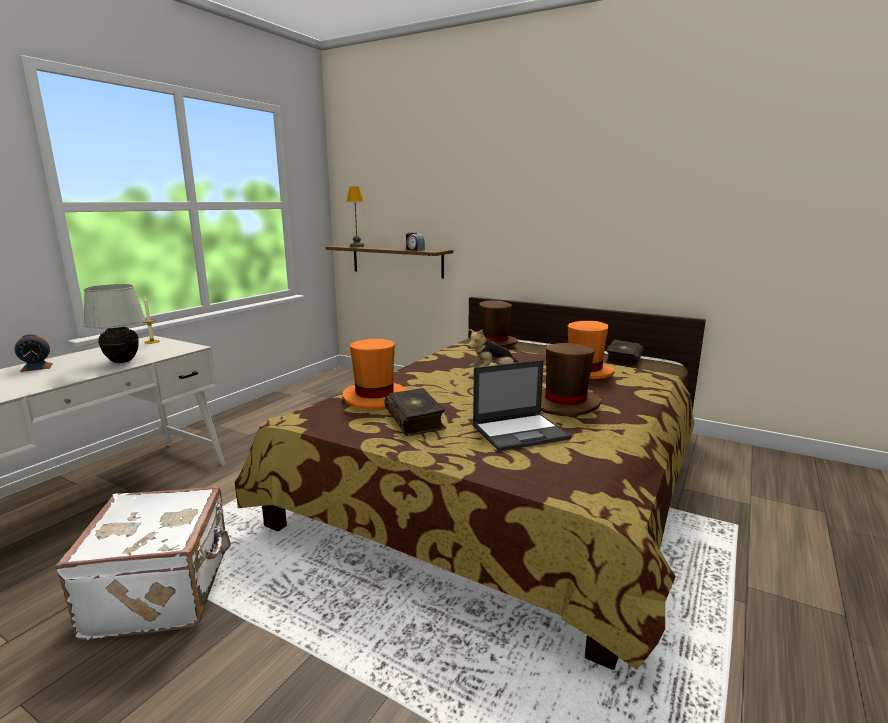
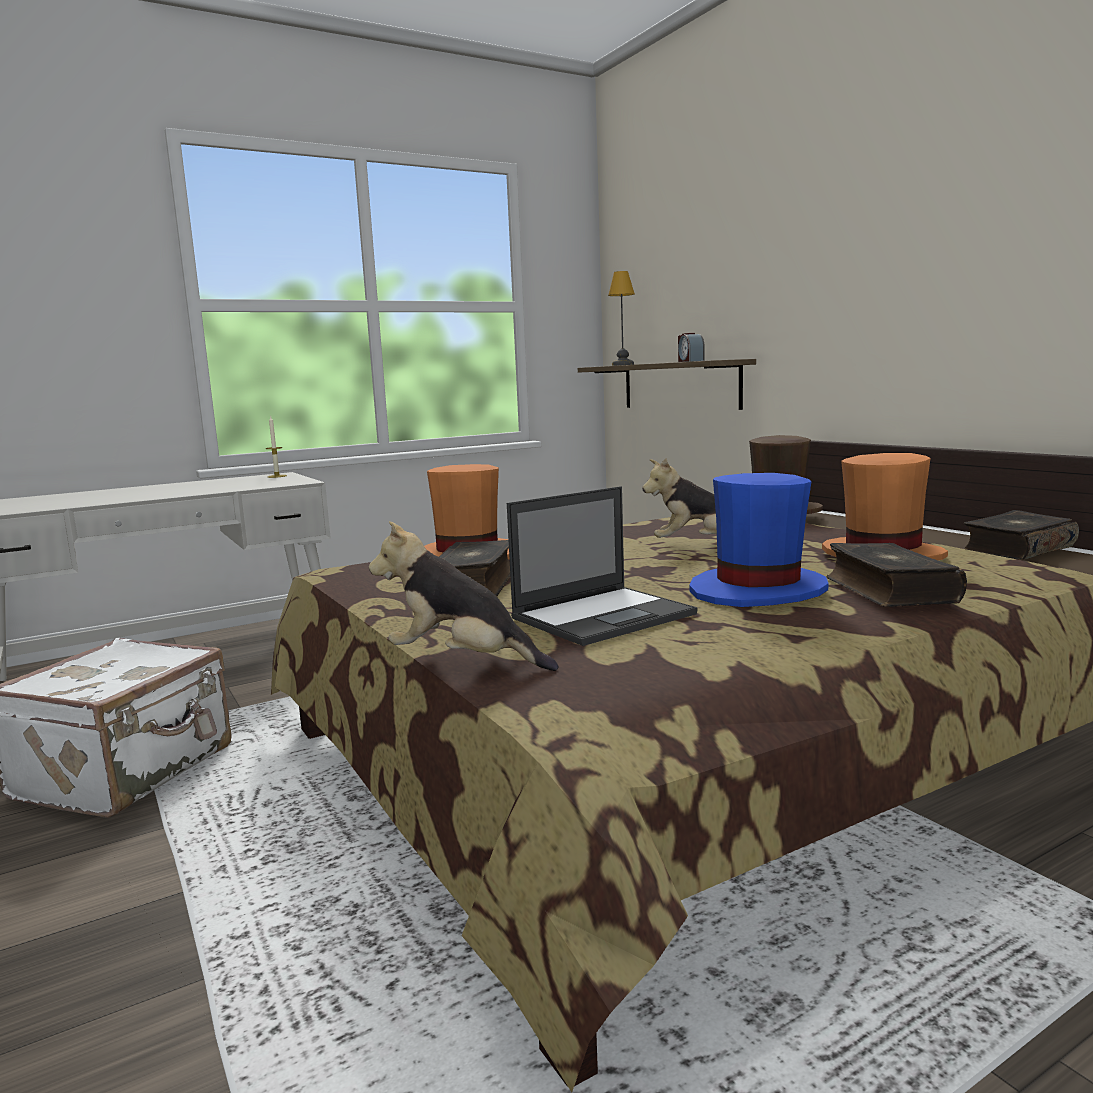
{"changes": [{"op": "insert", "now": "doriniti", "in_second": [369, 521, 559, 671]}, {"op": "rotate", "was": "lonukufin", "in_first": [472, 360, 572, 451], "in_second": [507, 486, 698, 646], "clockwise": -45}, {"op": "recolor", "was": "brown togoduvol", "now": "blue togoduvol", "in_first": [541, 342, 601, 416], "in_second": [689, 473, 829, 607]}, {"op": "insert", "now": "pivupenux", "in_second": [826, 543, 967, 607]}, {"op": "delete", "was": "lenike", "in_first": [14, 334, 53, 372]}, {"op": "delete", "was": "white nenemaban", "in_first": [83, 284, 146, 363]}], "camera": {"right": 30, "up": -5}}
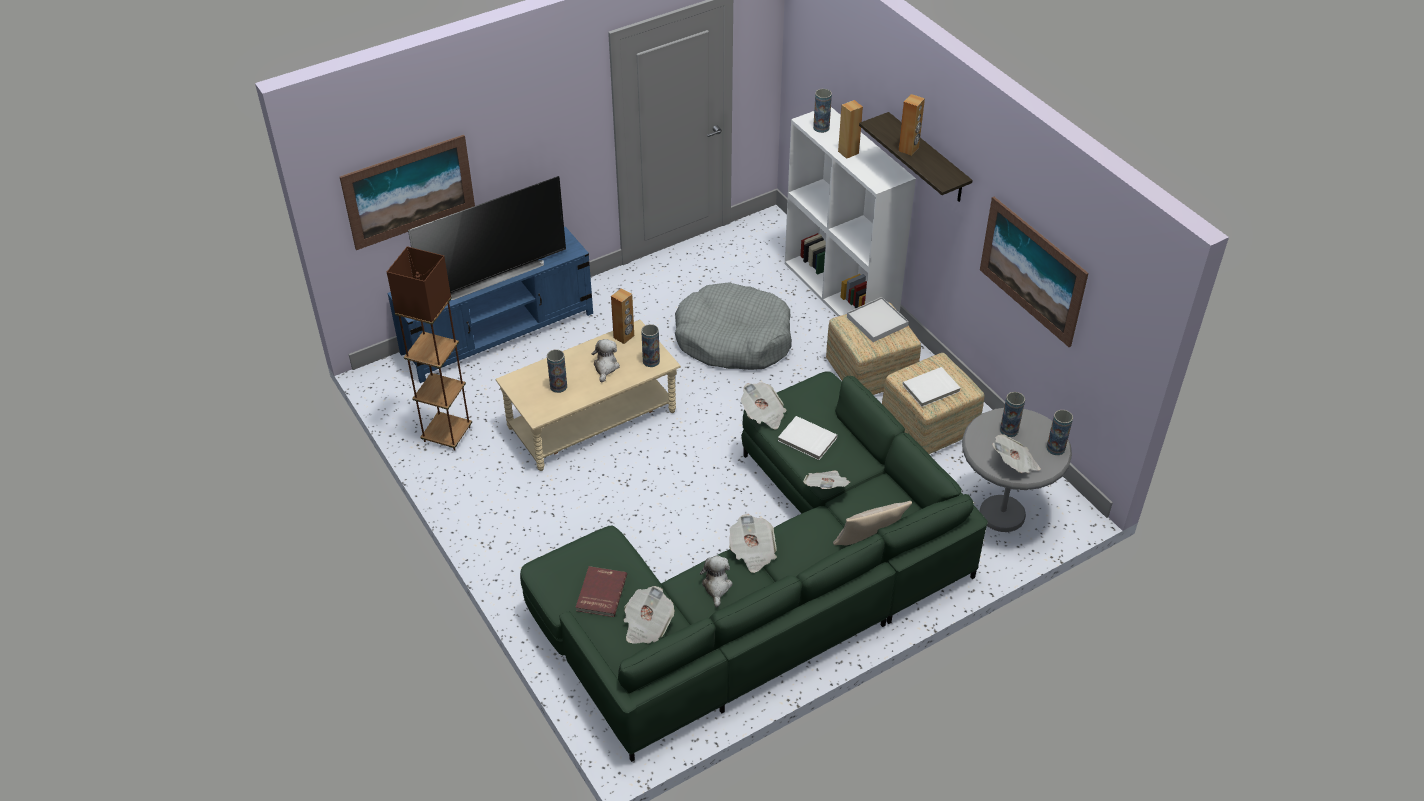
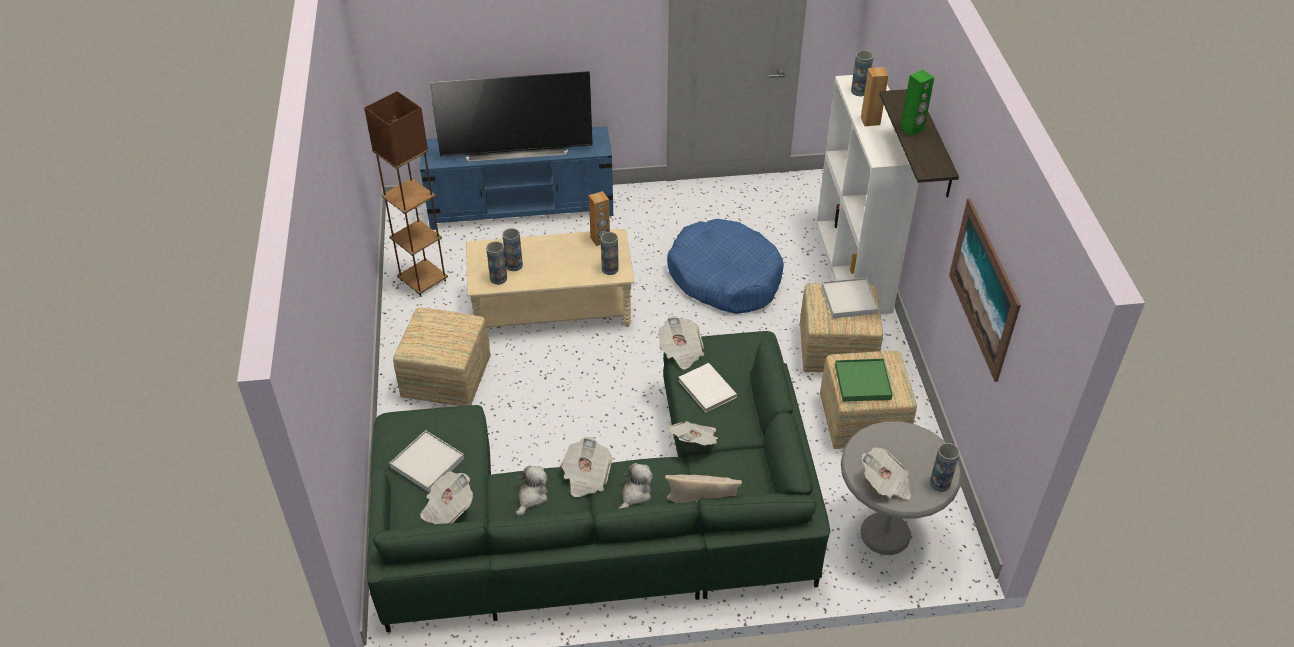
{"changes": [{"op": "replace", "was": "red pivupenux", "now": "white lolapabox", "in_first": [576, 566, 627, 617], "in_second": [390, 430, 464, 492]}, {"op": "insert", "now": "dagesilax", "in_second": [393, 308, 491, 406]}, {"op": "move", "was": "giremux", "in_first": [1000, 392, 1025, 437], "in_second": [486, 241, 507, 285]}, {"op": "move", "was": "doriniti", "in_first": [591, 339, 620, 382], "in_second": [618, 463, 653, 509]}, {"op": "recolor", "was": "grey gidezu", "now": "blue gidezu", "in_first": [675, 282, 792, 370], "in_second": [667, 219, 784, 314]}, {"op": "replace", "was": "white pivupenux", "now": "green lolapabox", "in_first": [903, 367, 961, 407], "in_second": [835, 359, 893, 402]}, {"op": "recolor", "was": "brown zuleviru", "now": "green zuleviru", "in_first": [898, 94, 925, 156], "in_second": [900, 70, 934, 136]}, {"op": "delete", "was": "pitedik", "in_first": [340, 135, 475, 250]}], "camera": {"right": 25, "up": 0}}
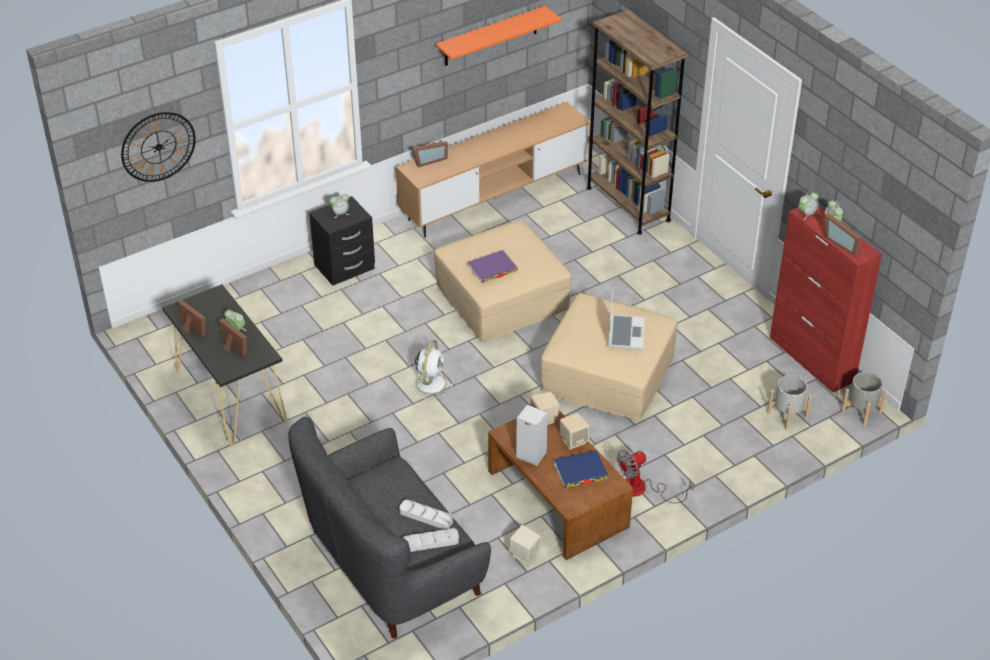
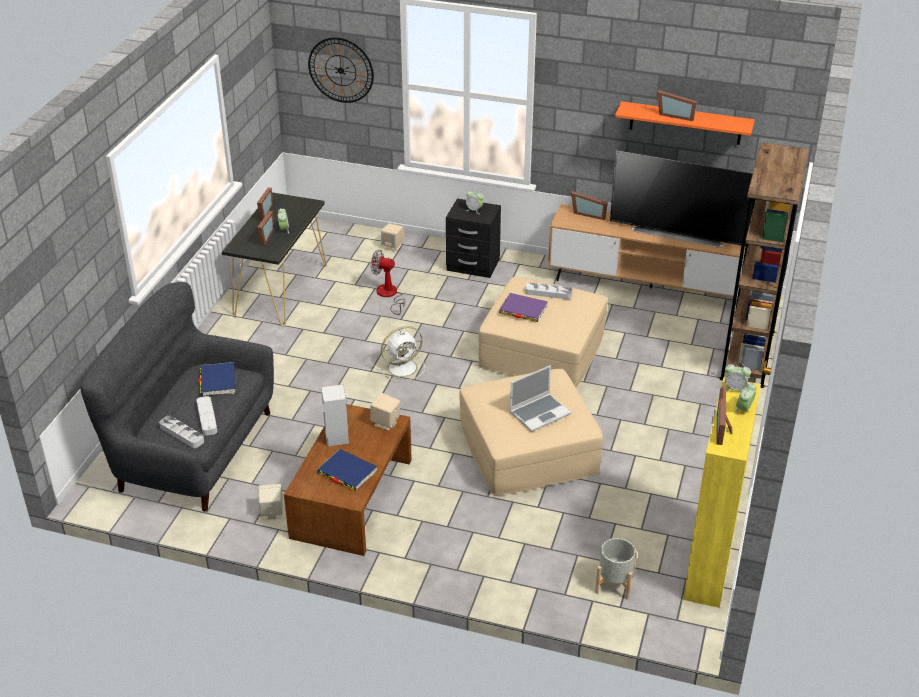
{"changes": [{"op": "insert", "now": "blue pivupenux", "in_second": [199, 362, 235, 396]}, {"op": "move", "was": "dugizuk", "in_first": [617, 450, 694, 503], "in_second": [371, 250, 405, 315]}, {"op": "move", "was": "beige zuleviru", "in_first": [560, 413, 589, 450], "in_second": [381, 223, 403, 251]}, {"op": "insert", "now": "grey lolapabox", "in_second": [525, 282, 572, 299]}, {"op": "insert", "now": "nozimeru", "in_second": [610, 150, 753, 248]}, {"op": "insert", "now": "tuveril", "in_second": [657, 90, 697, 121]}, {"op": "recolor", "was": "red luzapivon", "now": "yellow luzapivon", "in_first": [770, 205, 882, 393], "in_second": [683, 377, 761, 608]}, {"op": "delete", "was": "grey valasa", "in_first": [841, 372, 887, 427]}], "camera": {"right": 50, "up": -5}}
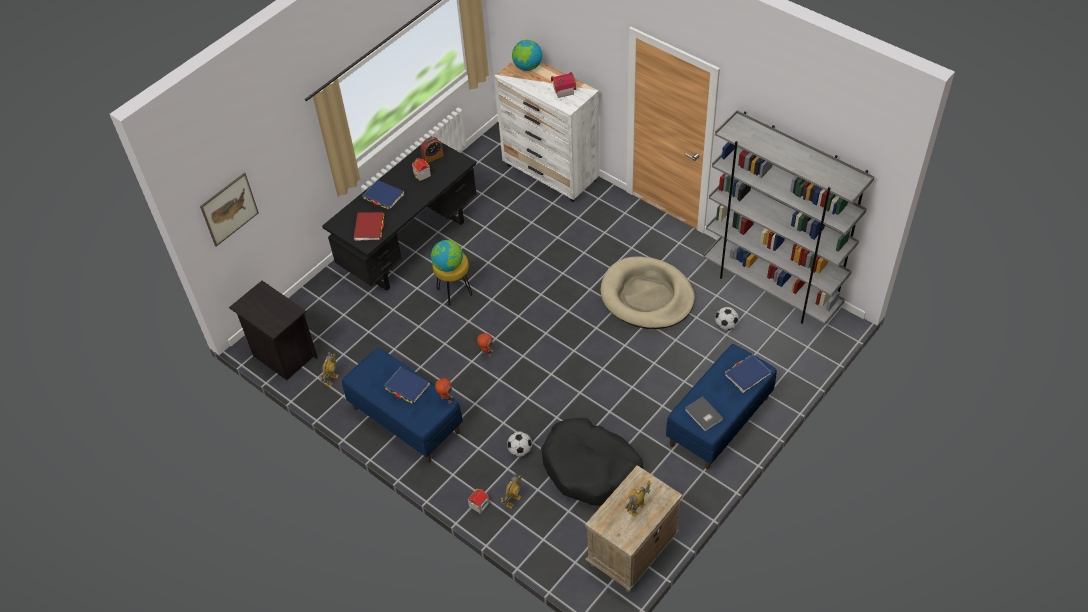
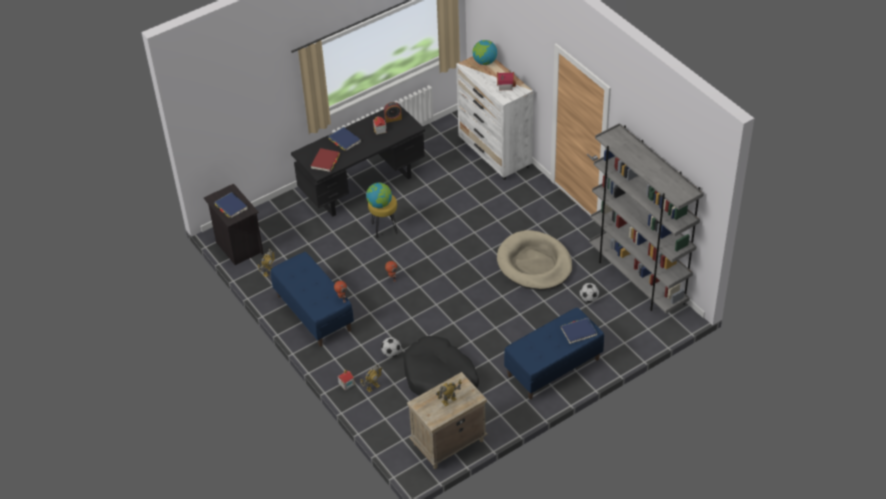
{"changes": [{"op": "move", "was": "blue pivupenux", "in_first": [384, 367, 430, 404], "in_second": [214, 192, 248, 218]}, {"op": "delete", "was": "pitedik", "in_first": [200, 173, 259, 247]}, {"op": "delete", "was": "grey pivupenux", "in_first": [685, 397, 724, 431]}], "camera": {"right": 15, "up": -5}}
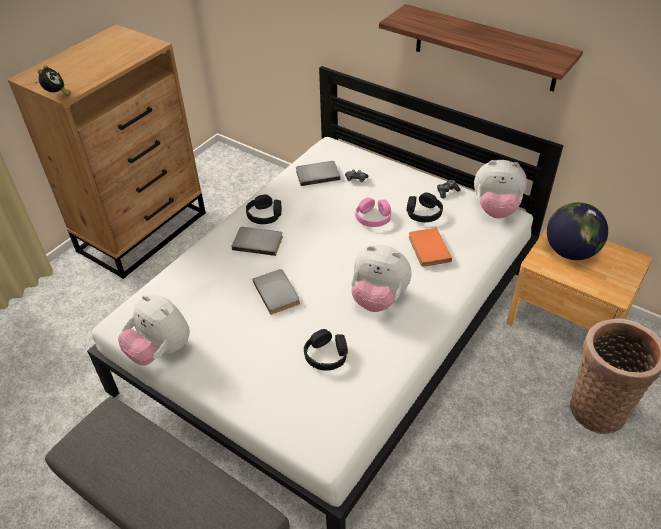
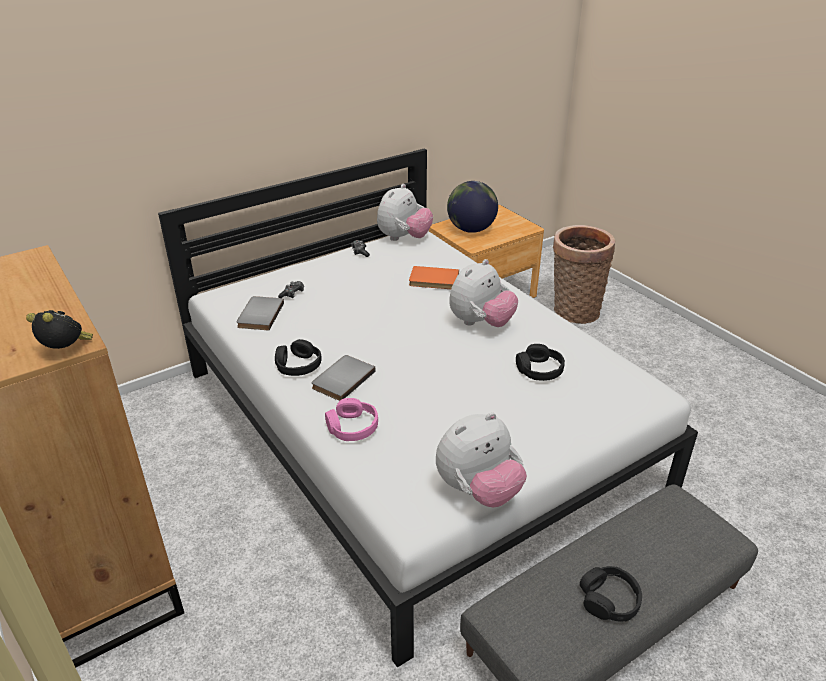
{"changes": [{"op": "move", "was": "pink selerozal", "in_first": [355, 197, 391, 227], "in_second": [325, 398, 378, 441]}, {"op": "move", "was": "black selerozal", "in_first": [407, 193, 443, 222], "in_second": [580, 566, 642, 621]}, {"op": "delete", "was": "grey pivupenux", "in_first": [253, 269, 300, 315]}, {"op": "delete", "was": "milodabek", "in_first": [379, 4, 583, 91]}], "camera": {"right": -70, "up": -10}}
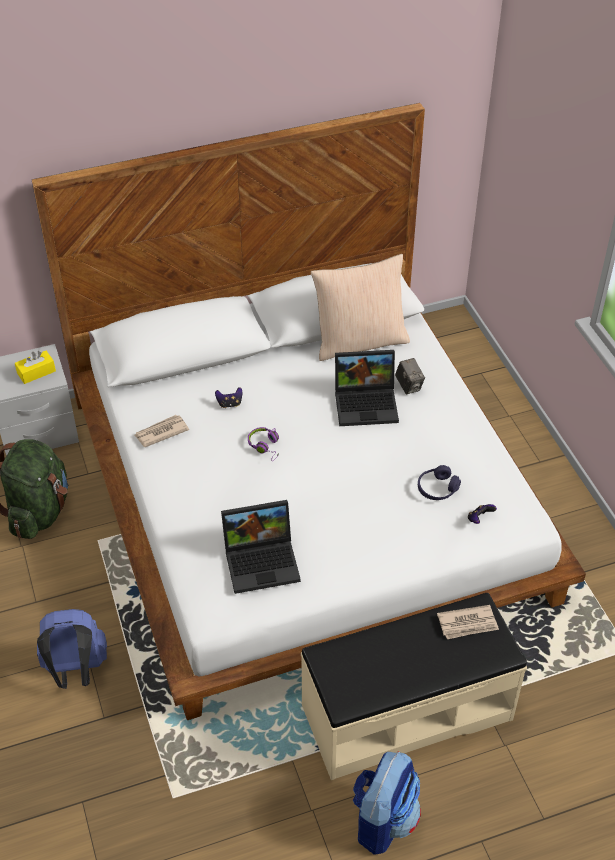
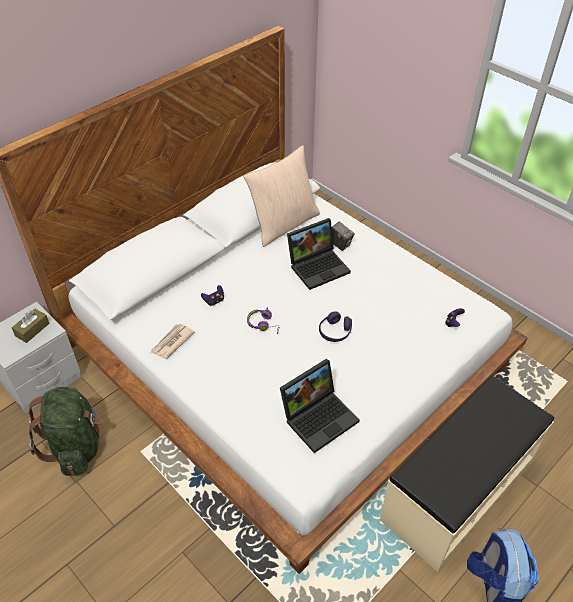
{"changes": [{"op": "recolor", "was": "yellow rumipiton", "now": "brown rumipiton", "in_first": [15, 351, 56, 384], "in_second": [12, 309, 50, 343]}, {"op": "move", "was": "purple selerozal", "in_first": [418, 465, 461, 500], "in_second": [319, 312, 352, 342]}, {"op": "delete", "was": "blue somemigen", "in_first": [37, 609, 107, 689]}, {"op": "delete", "was": "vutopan", "in_first": [437, 605, 499, 639]}], "camera": {"right": -25, "up": 0}}
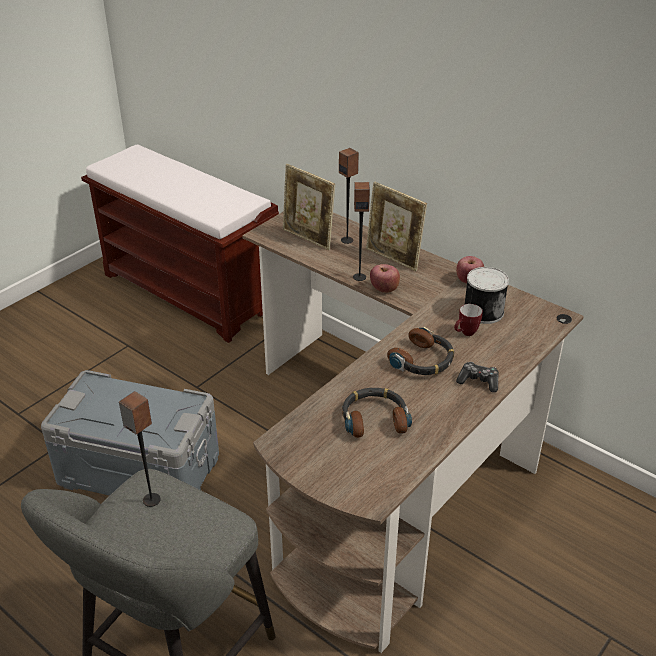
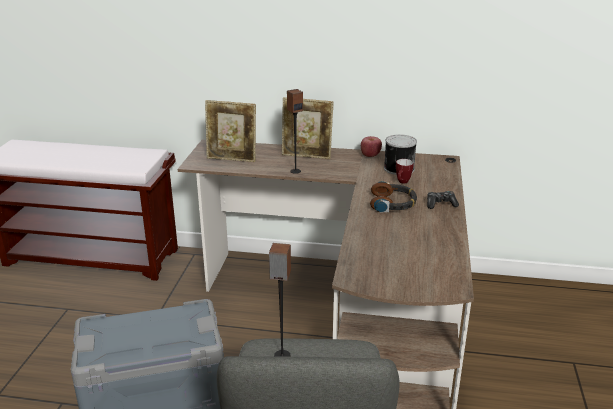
{"changes": [{"op": "delete", "was": "zuleviru", "in_first": [339, 148, 359, 244]}, {"op": "delete", "was": "selerozal", "in_first": [342, 388, 412, 438]}, {"op": "delete", "was": "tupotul", "in_first": [370, 264, 400, 293]}], "camera": {"right": -30, "up": -10}}
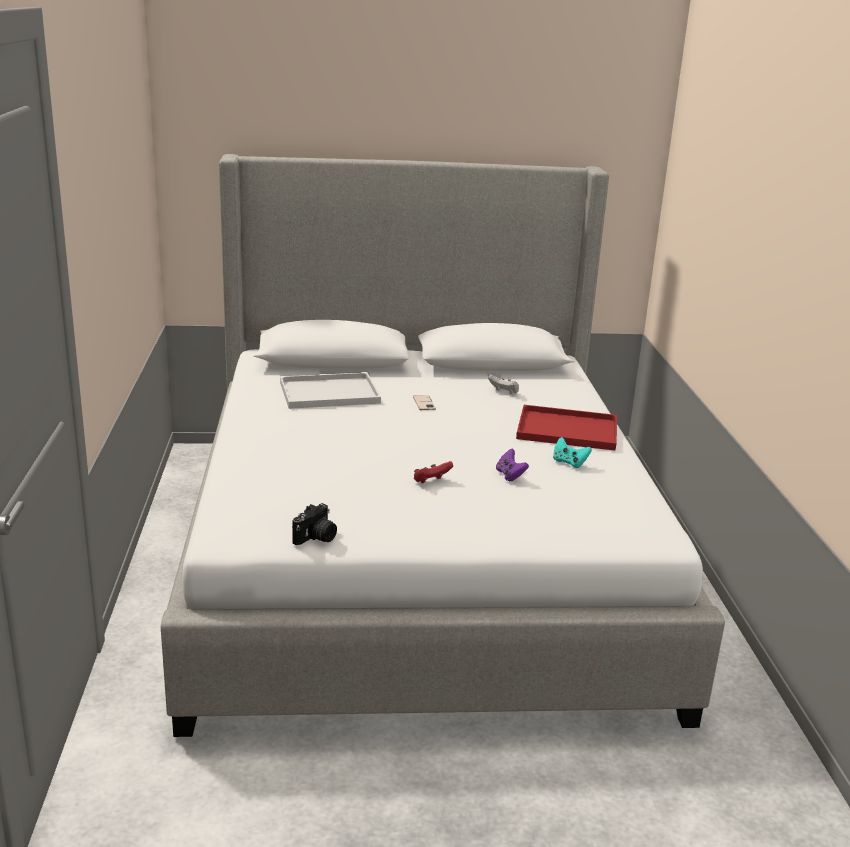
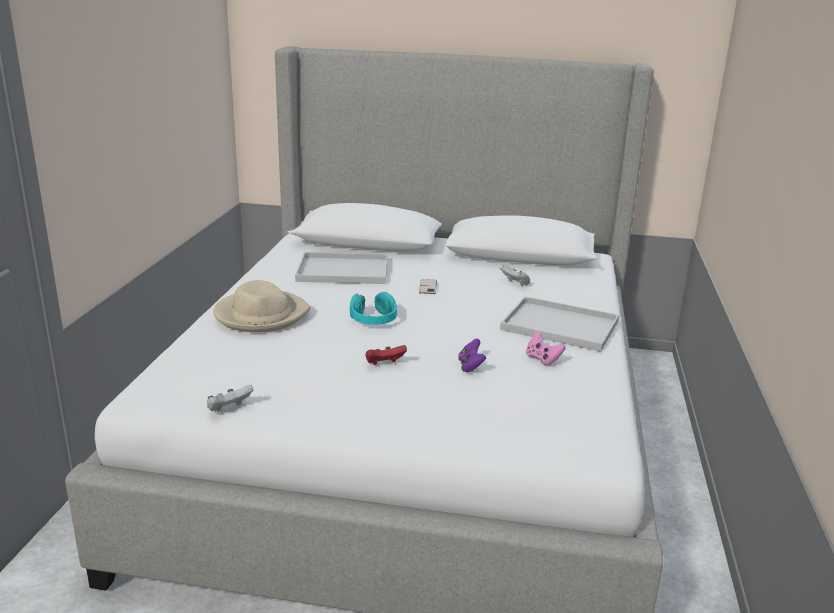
{"changes": [{"op": "replace", "was": "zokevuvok", "now": "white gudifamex", "in_first": [292, 503, 337, 545], "in_second": [207, 384, 253, 412]}, {"op": "insert", "now": "beige togoduvol", "in_second": [213, 280, 311, 333]}, {"op": "insert", "now": "turquoise selerozal", "in_second": [350, 292, 397, 325]}, {"op": "recolor", "was": "red lolapabox", "now": "white lolapabox", "in_first": [516, 405, 617, 451], "in_second": [500, 296, 619, 352]}, {"op": "recolor", "was": "turquoise gudifamex", "now": "pink gudifamex", "in_first": [553, 437, 592, 468], "in_second": [526, 331, 565, 366]}], "camera": {"right": 15, "up": 0}}
